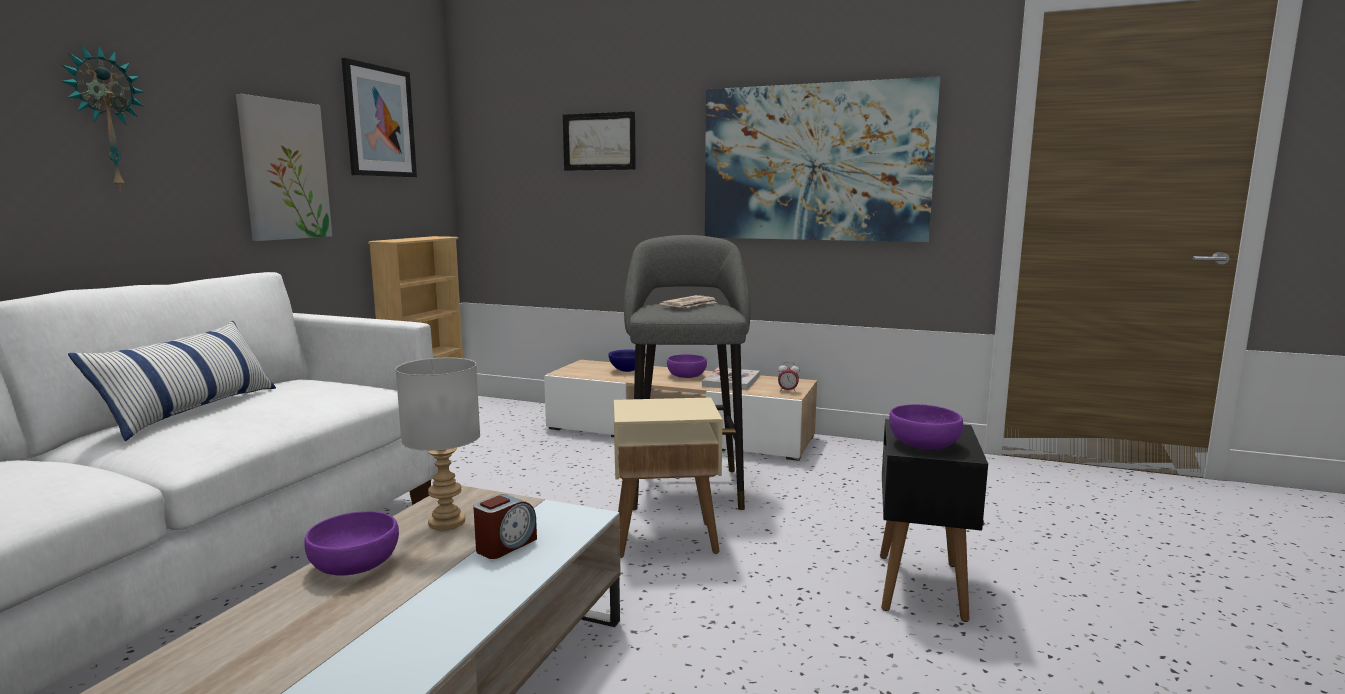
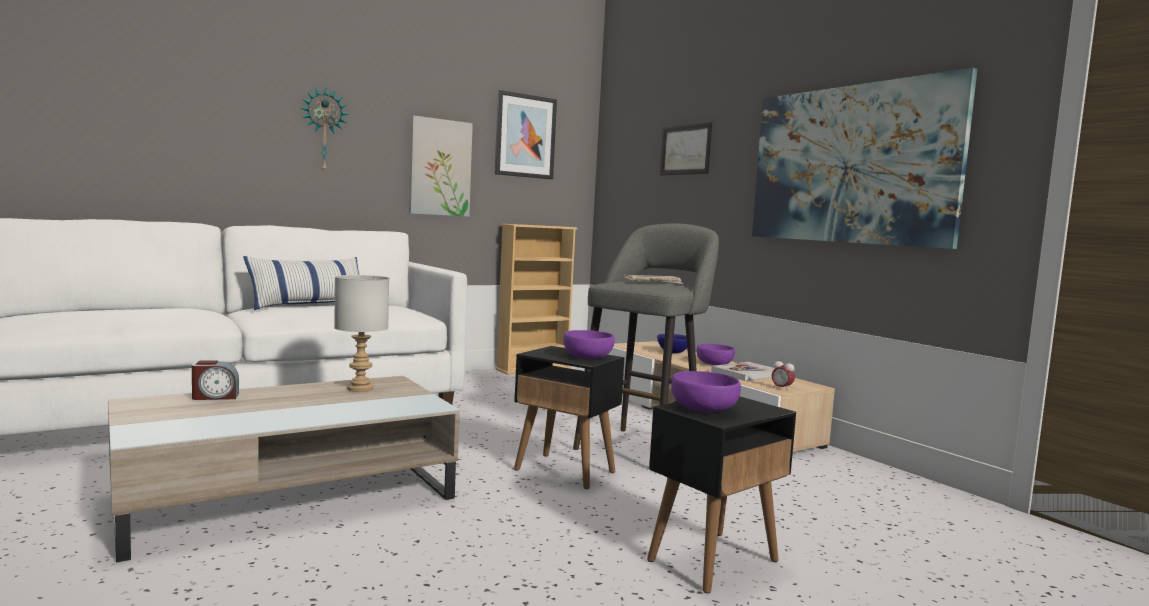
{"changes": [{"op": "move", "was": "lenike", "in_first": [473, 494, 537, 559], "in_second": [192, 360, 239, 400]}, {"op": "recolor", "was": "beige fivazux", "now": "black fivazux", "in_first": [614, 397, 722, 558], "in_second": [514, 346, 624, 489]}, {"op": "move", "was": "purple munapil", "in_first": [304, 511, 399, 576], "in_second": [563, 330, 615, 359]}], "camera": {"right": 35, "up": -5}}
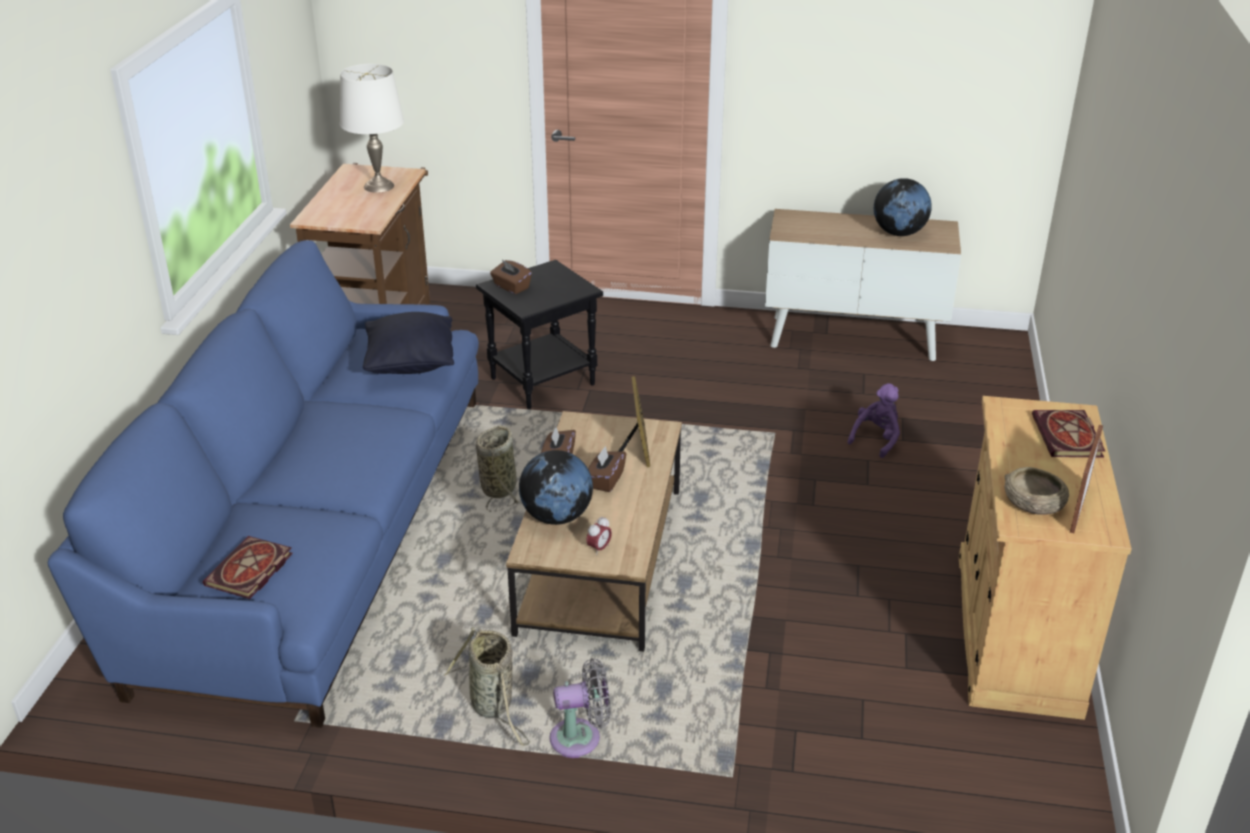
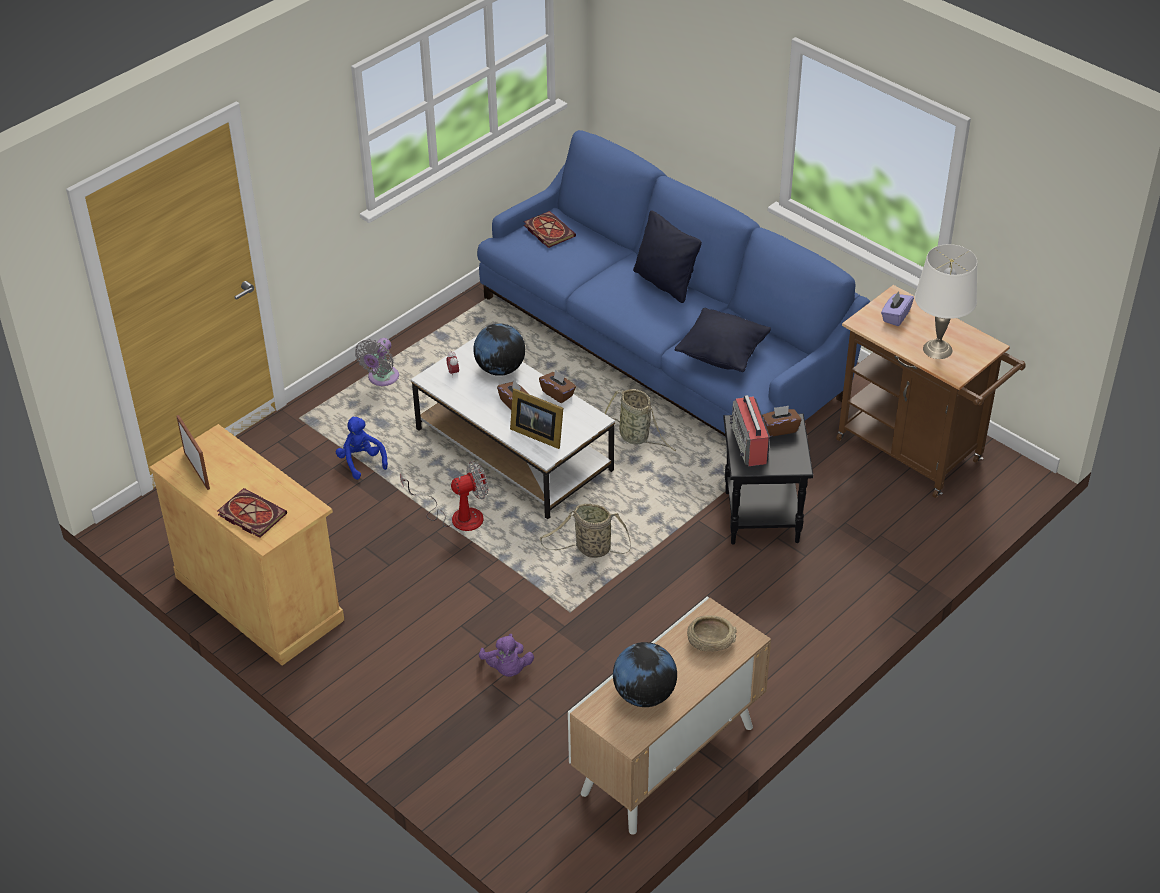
{"changes": [{"op": "insert", "now": "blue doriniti", "in_second": [336, 416, 388, 480]}, {"op": "insert", "now": "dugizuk", "in_second": [400, 461, 488, 531]}, {"op": "recolor", "was": "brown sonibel", "now": "white sonibel", "in_first": [506, 411, 682, 652], "in_second": [411, 336, 615, 519]}, {"op": "move", "was": "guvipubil", "in_first": [444, 627, 530, 746], "in_second": [540, 504, 631, 558]}, {"op": "insert", "now": "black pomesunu", "in_second": [633, 210, 702, 303]}, {"op": "move", "was": "beige munapil", "in_first": [1004, 467, 1069, 515], "in_second": [687, 615, 737, 652]}, {"op": "insert", "now": "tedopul", "in_second": [730, 395, 770, 466]}, {"op": "insert", "now": "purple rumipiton", "in_second": [881, 291, 914, 326]}], "camera": {"right": 125, "up": 10}}
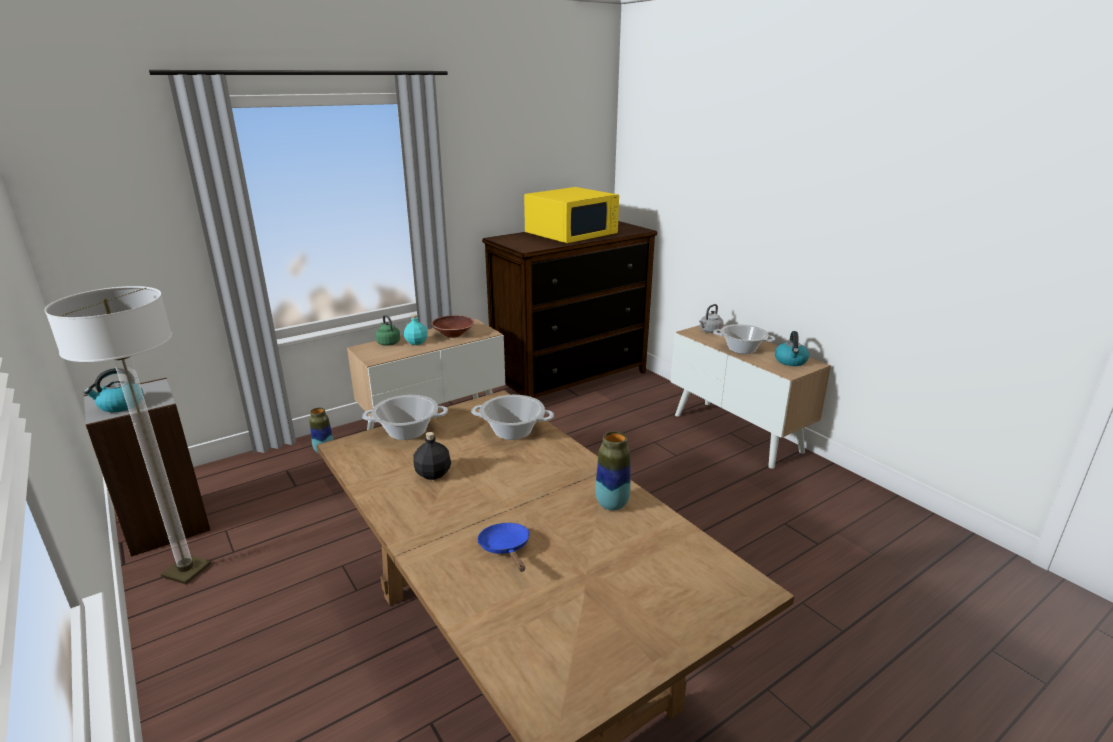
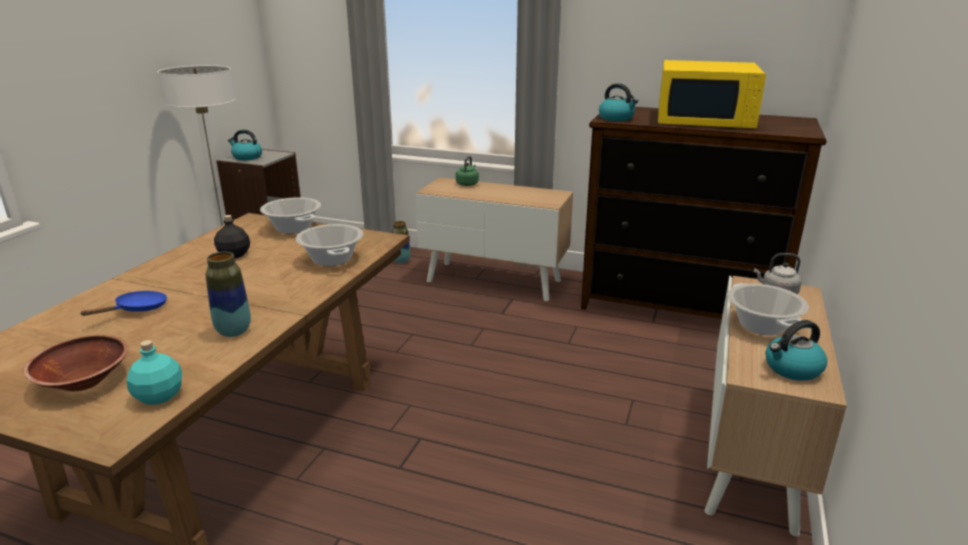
{"changes": [{"op": "move", "was": "brown munapil", "in_first": [431, 315, 474, 338], "in_second": [24, 335, 128, 391]}, {"op": "move", "was": "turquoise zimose", "in_first": [404, 314, 428, 345], "in_second": [127, 340, 182, 405]}, {"op": "insert", "now": "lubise", "in_second": [599, 83, 638, 121]}], "camera": {"right": 55, "up": 0}}
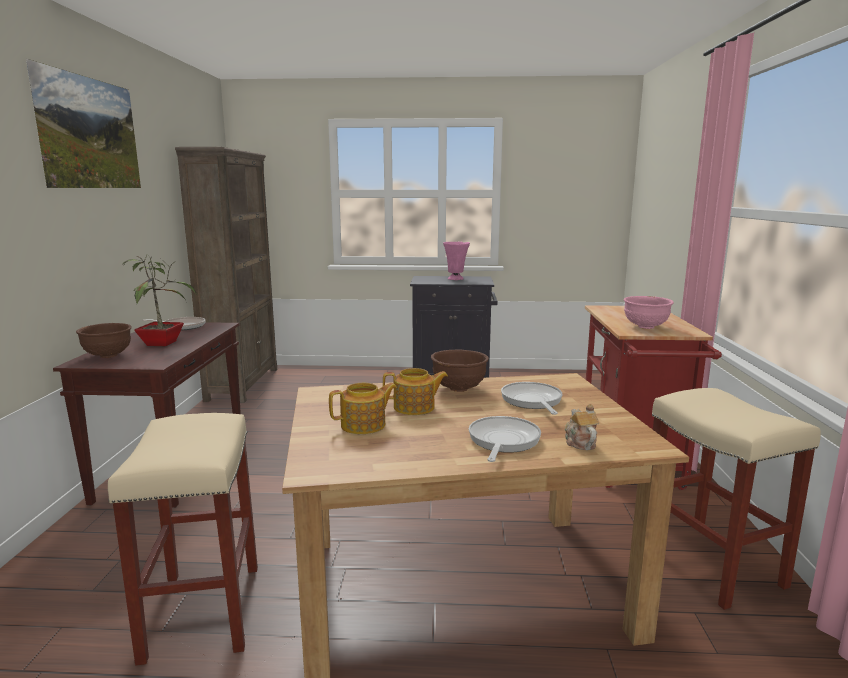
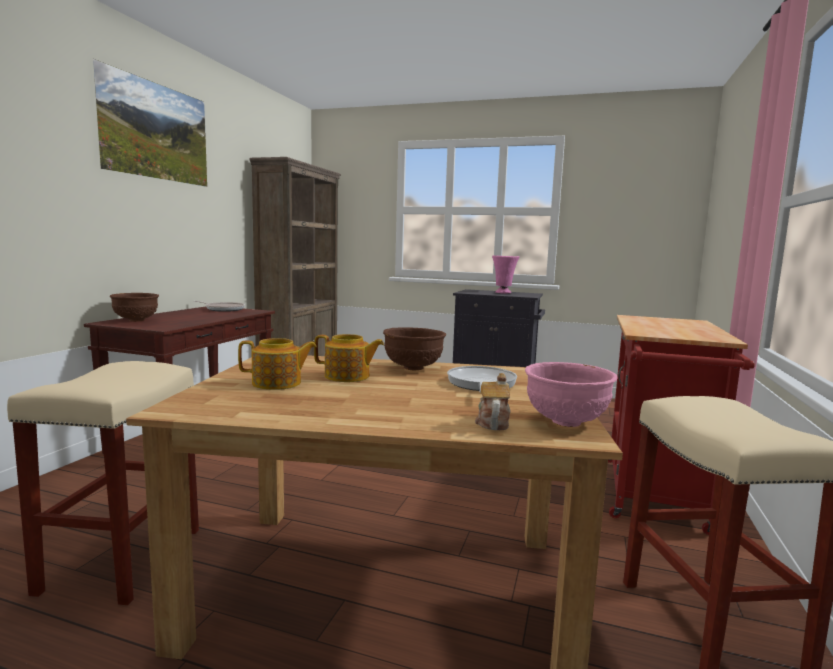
{"changes": [{"op": "move", "was": "pink munapil", "in_first": [624, 296, 674, 329], "in_second": [525, 362, 618, 427]}, {"op": "delete", "was": "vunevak", "in_first": [121, 255, 197, 346]}, {"op": "delete", "was": "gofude", "in_first": [469, 416, 541, 462]}], "camera": {"right": 15, "up": -5}}
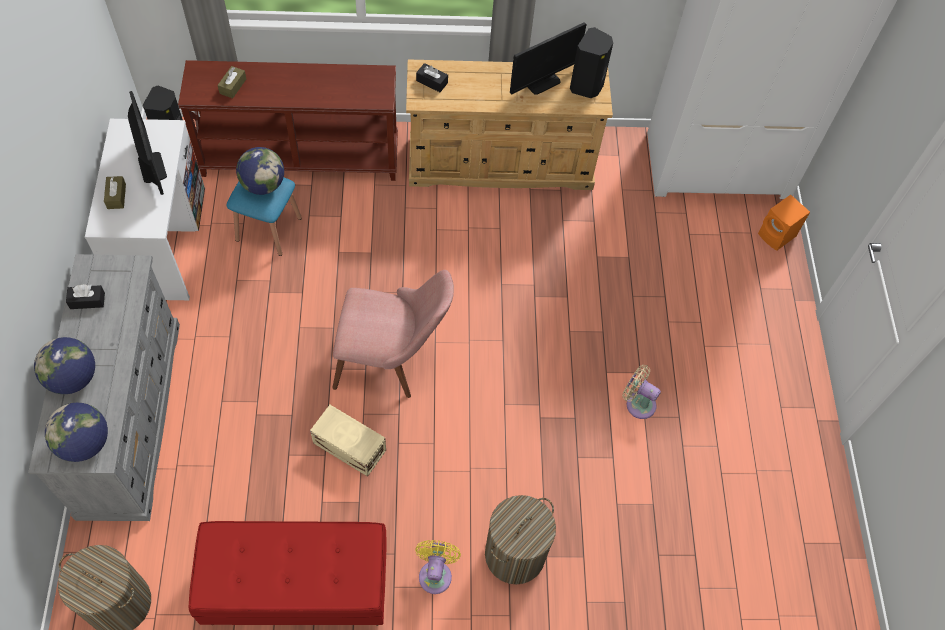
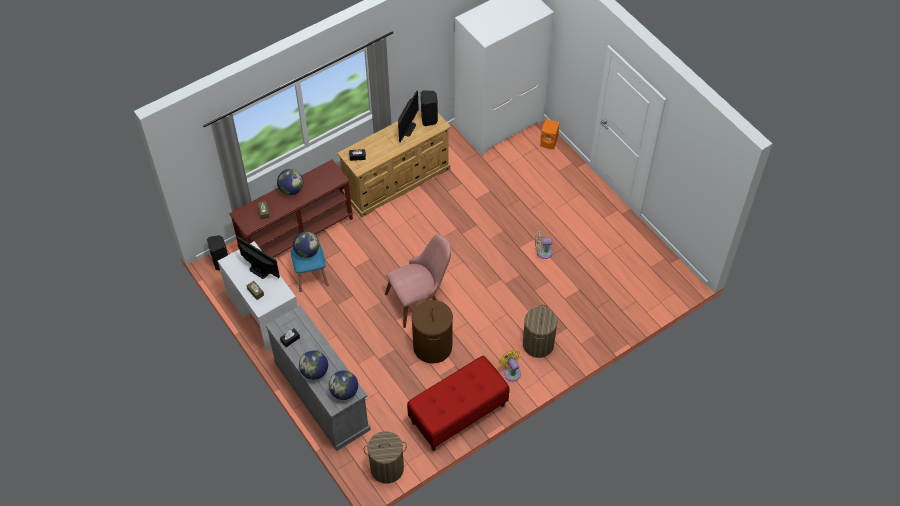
{"changes": [{"op": "insert", "now": "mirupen", "in_second": [277, 169, 303, 195]}, {"op": "replace", "was": "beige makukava", "now": "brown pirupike", "in_first": [310, 405, 386, 477], "in_second": [412, 297, 453, 364]}], "camera": {"right": -30, "up": -5}}
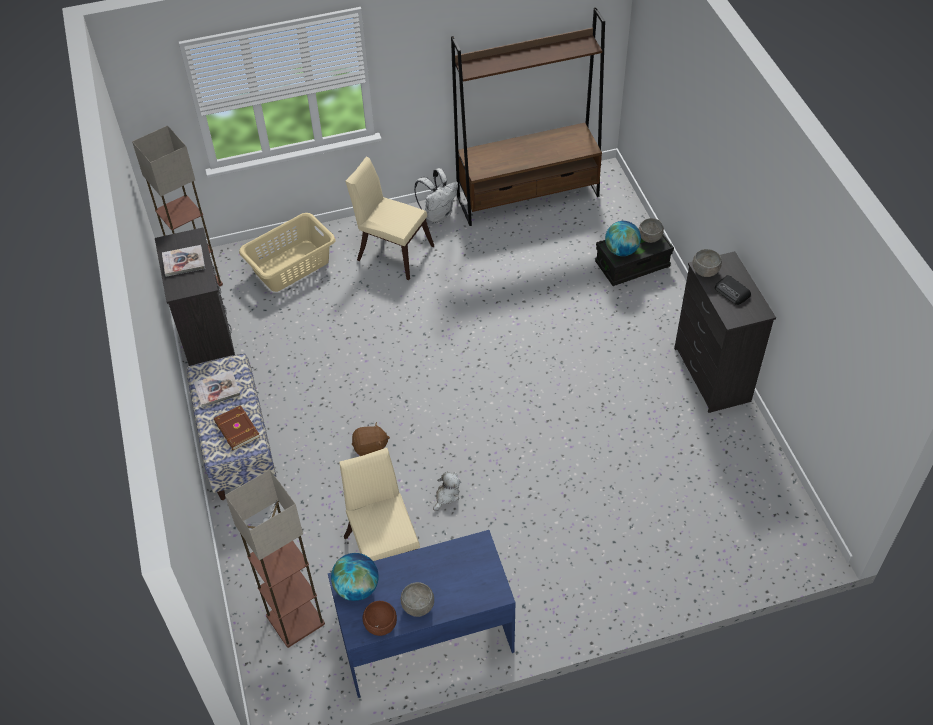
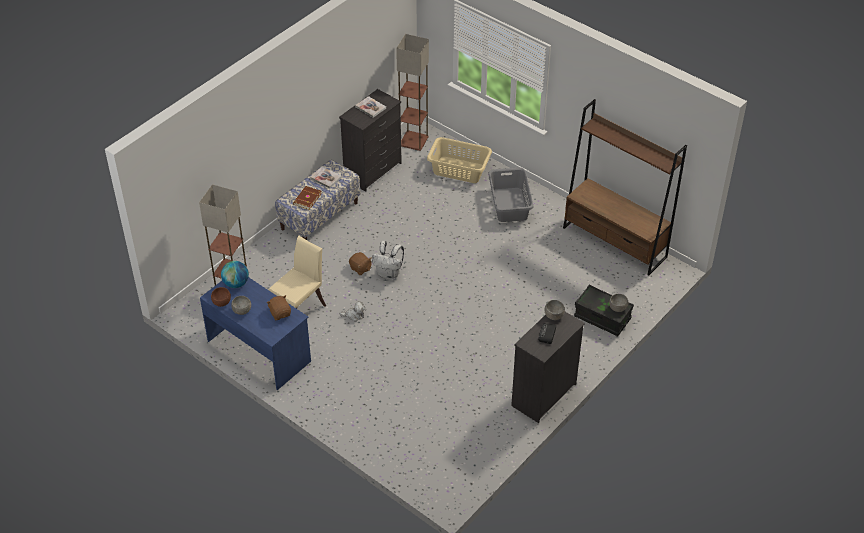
{"changes": [{"op": "insert", "now": "brown doriniti", "in_second": [267, 295, 291, 320]}, {"op": "move", "was": "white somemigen", "in_first": [414, 168, 458, 223], "in_second": [372, 241, 404, 280]}, {"op": "replace", "was": "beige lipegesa", "now": "grey pirupike", "in_first": [345, 157, 434, 280], "in_second": [488, 167, 533, 222]}, {"op": "delete", "was": "mirupen", "in_first": [605, 221, 641, 256]}], "camera": {"right": 55, "up": -5}}
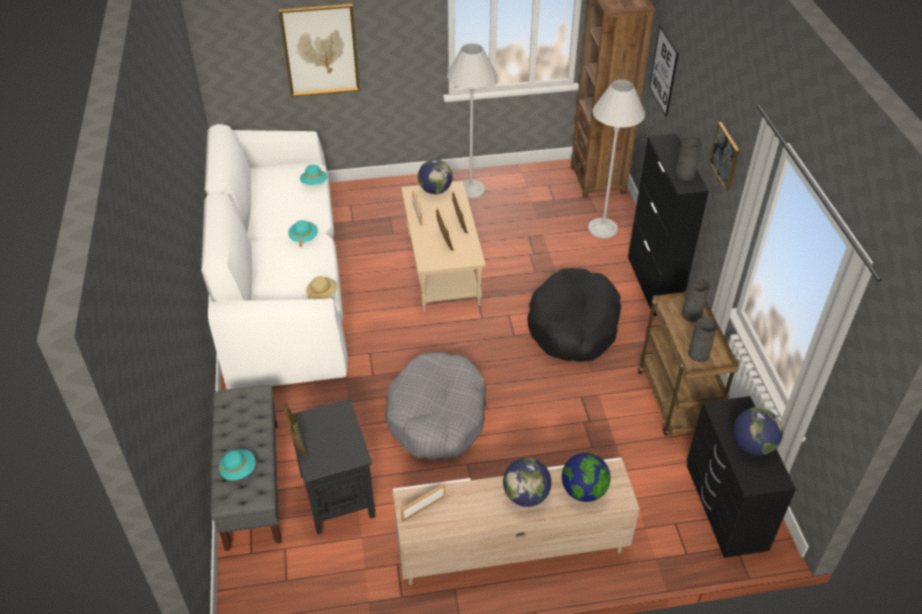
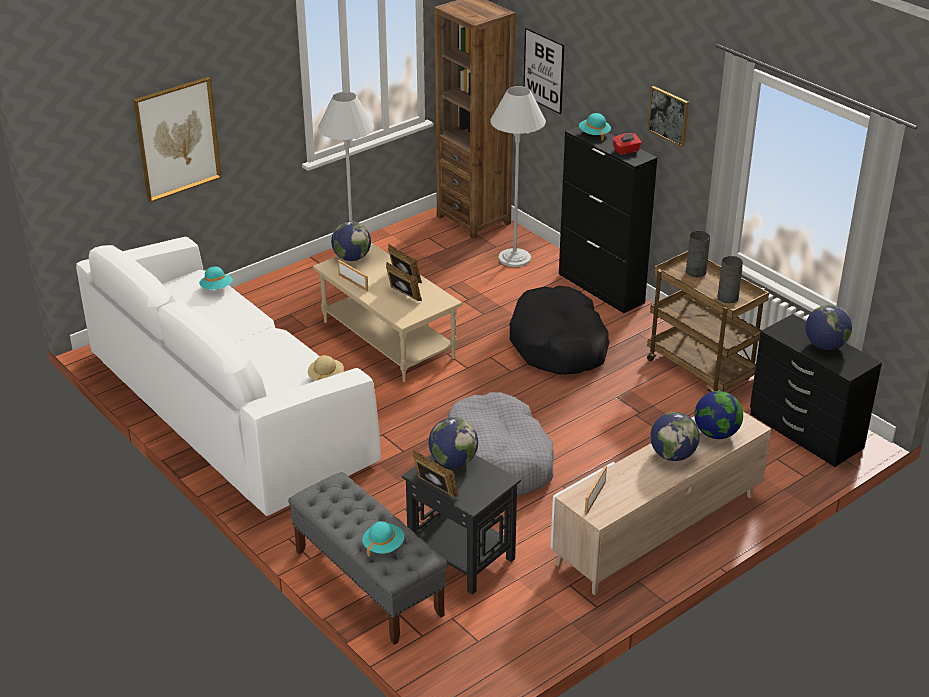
{"changes": [{"op": "insert", "now": "mirupen", "in_second": [428, 417, 478, 468]}, {"op": "move", "was": "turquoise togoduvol", "in_first": [288, 220, 318, 247], "in_second": [579, 113, 611, 141]}, {"op": "replace", "was": "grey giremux", "now": "red rumipiton", "in_first": [675, 137, 701, 181], "in_second": [612, 133, 642, 155]}], "camera": {"right": -30, "up": -10}}
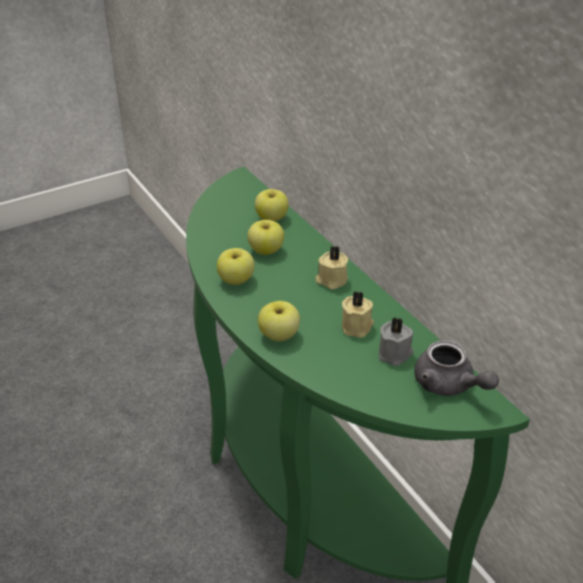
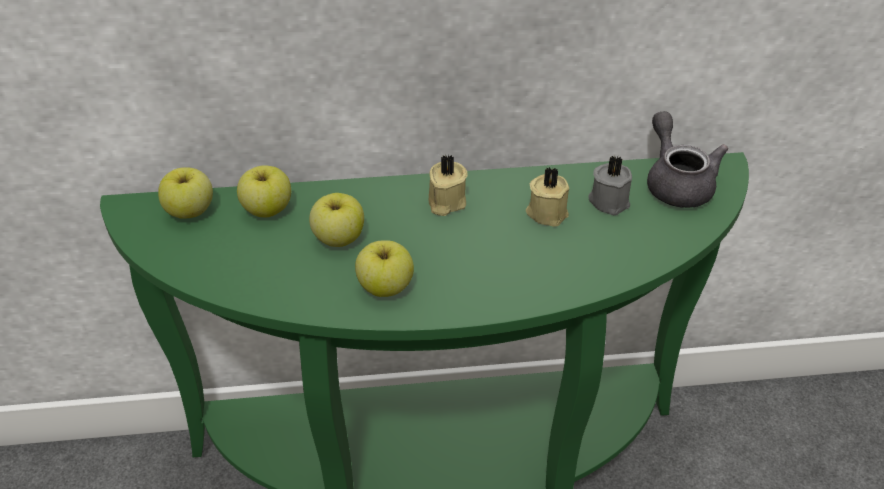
{"changes": [{"op": "move", "was": "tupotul", "in_first": [258, 301, 300, 341], "in_second": [158, 167, 213, 219]}, {"op": "rotate", "was": "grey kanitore", "in_first": [414, 340, 499, 396], "in_second": [647, 111, 728, 208], "clockwise": -90}], "camera": {"right": -65, "up": 5}}
